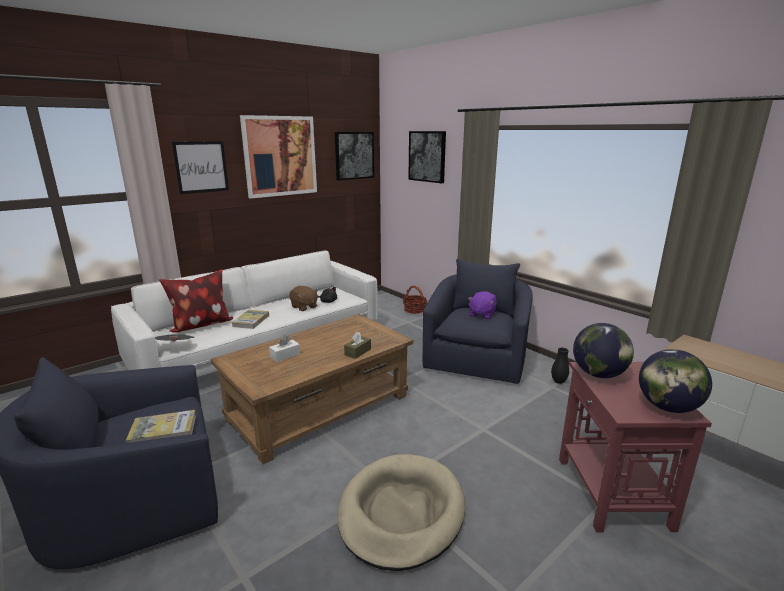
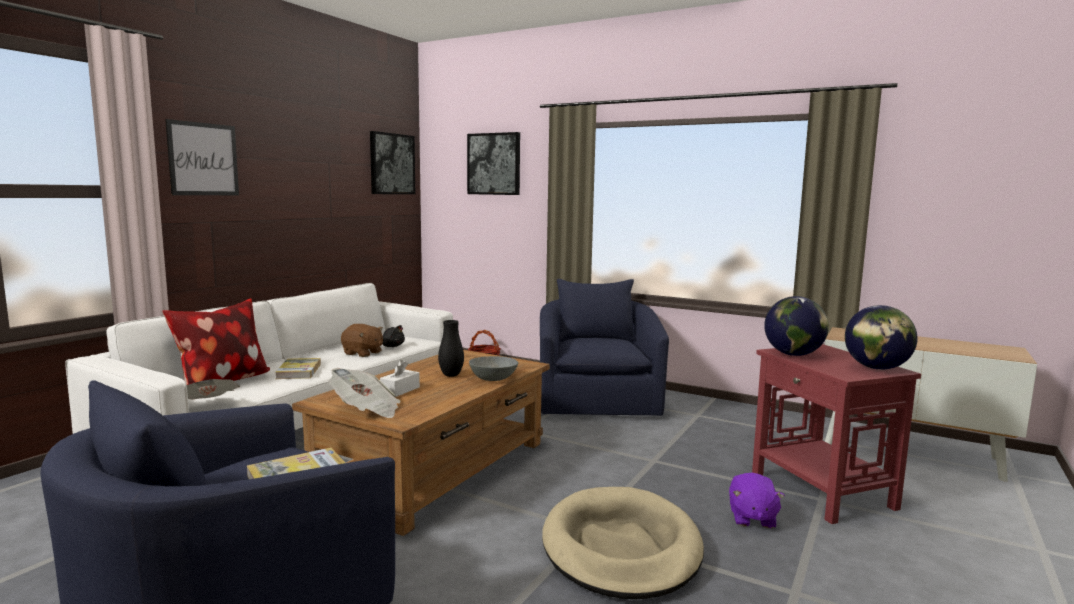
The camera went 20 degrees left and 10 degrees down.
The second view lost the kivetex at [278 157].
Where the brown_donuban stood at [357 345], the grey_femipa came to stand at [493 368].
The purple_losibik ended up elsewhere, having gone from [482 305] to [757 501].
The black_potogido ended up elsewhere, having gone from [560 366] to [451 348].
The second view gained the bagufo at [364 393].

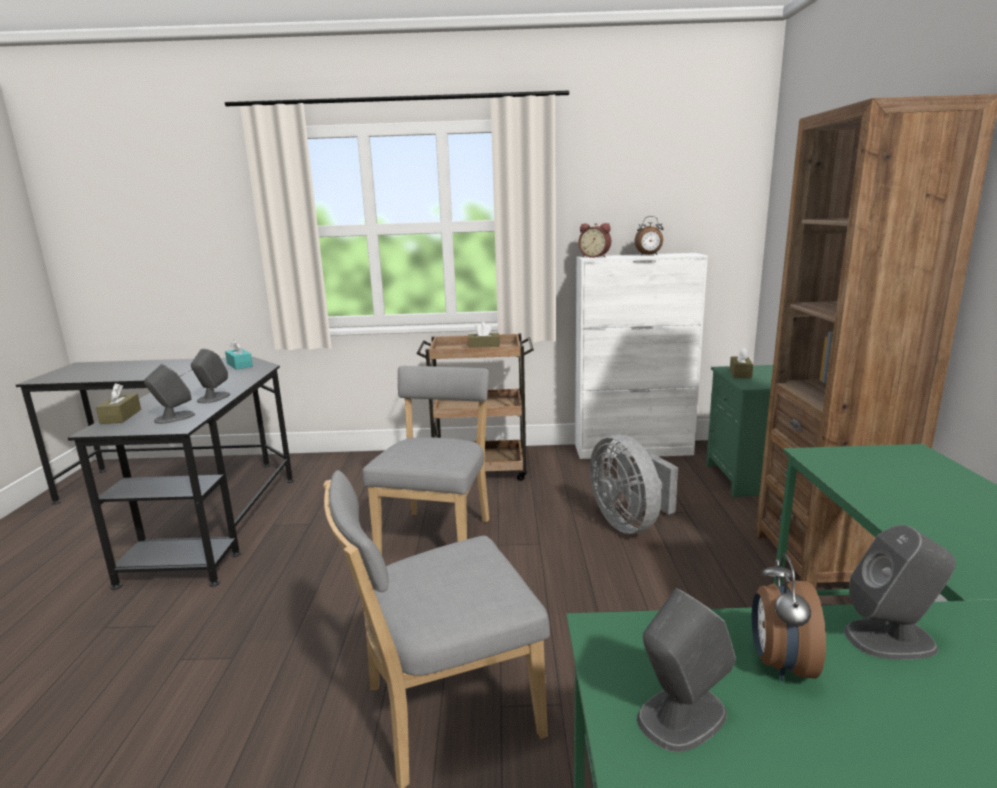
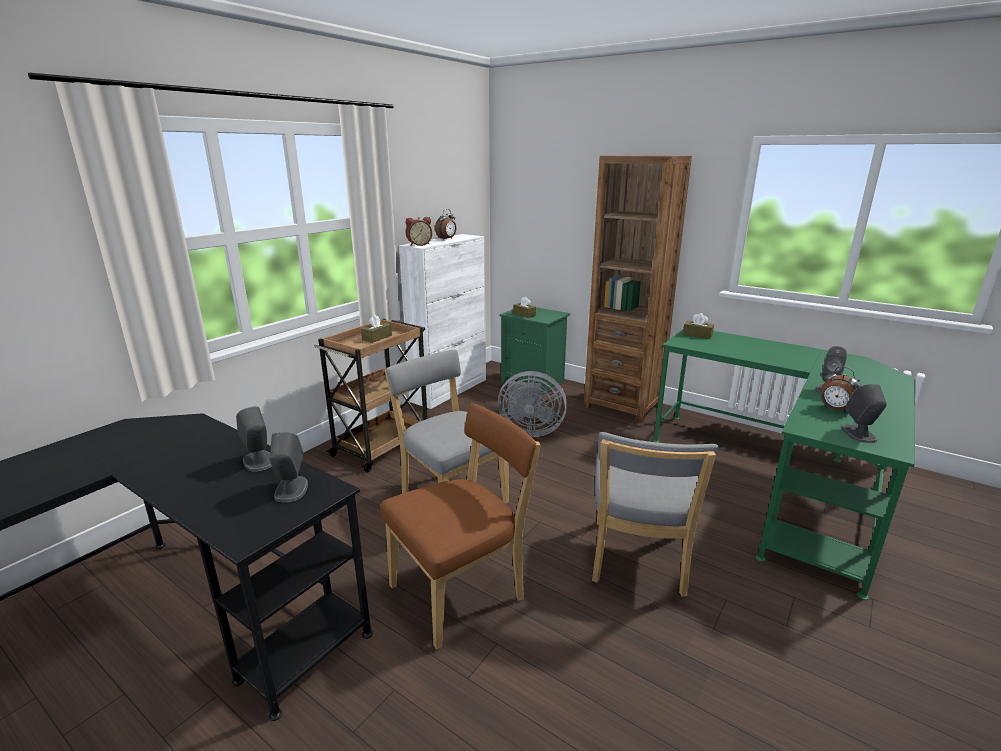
The camera went 55 degrees left and 5 degrees up.
The brown_donuban ended up elsewhere, having gone from [118 403] to [698 326].
The second view lost the turquoise_donuban at [239 355].
The second view gained the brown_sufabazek at [460 526].

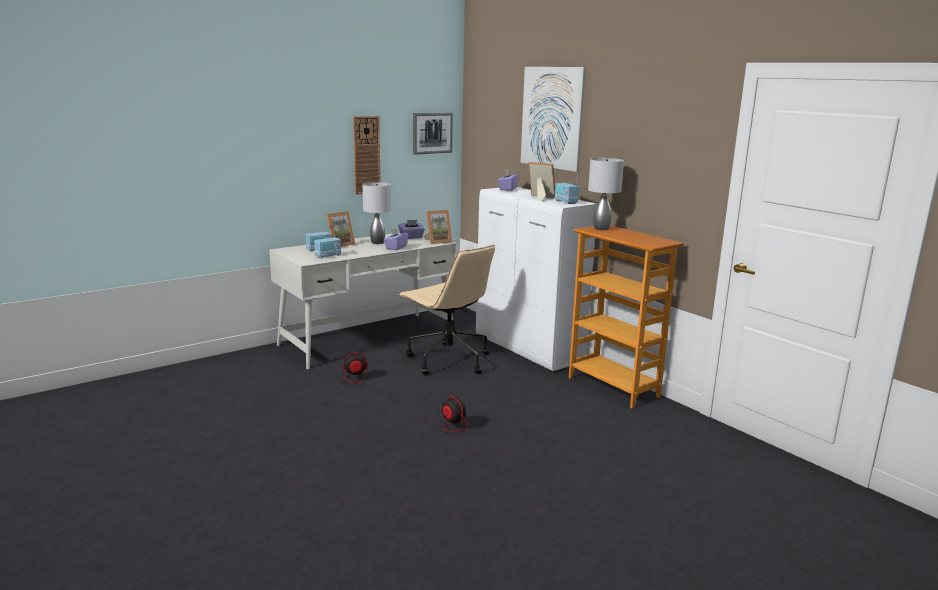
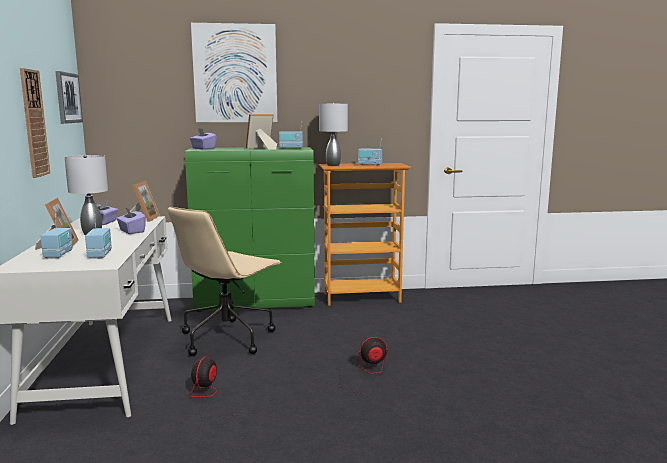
The camera went 60 degrees left and 5 degrees down.
The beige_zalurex at [446 310] ended up facing another way, 135 degrees clockwise from before.
What was the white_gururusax at [536 279] turned into the green_gururusax at [250 229].
The second view gained the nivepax at [370 152].

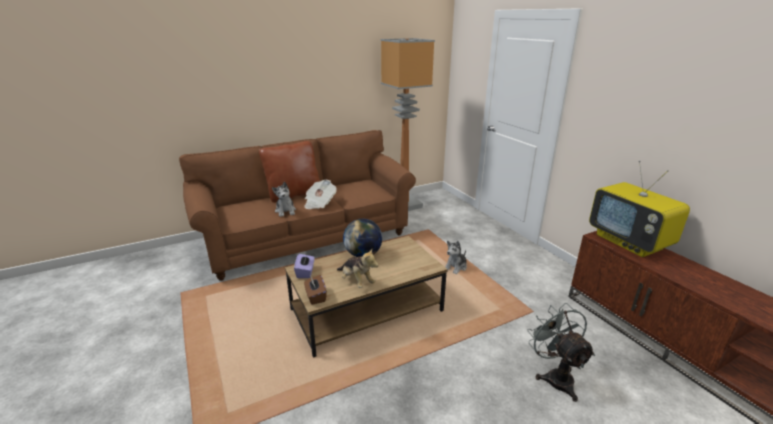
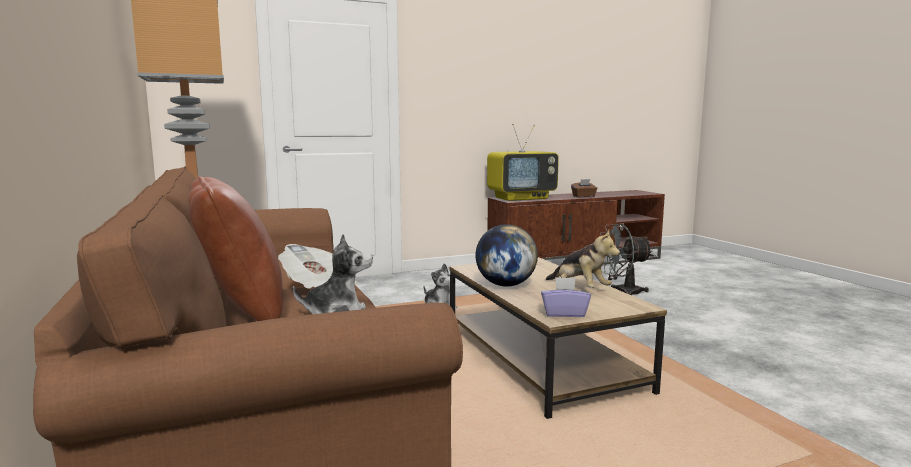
The camera went 85 degrees left and 15 degrees down.
The brown_donuban ended up elsewhere, having gone from [315 289] to [584 188].
The losibik at [358 268] ended up facing another way, 90 degrees clockwise from before.

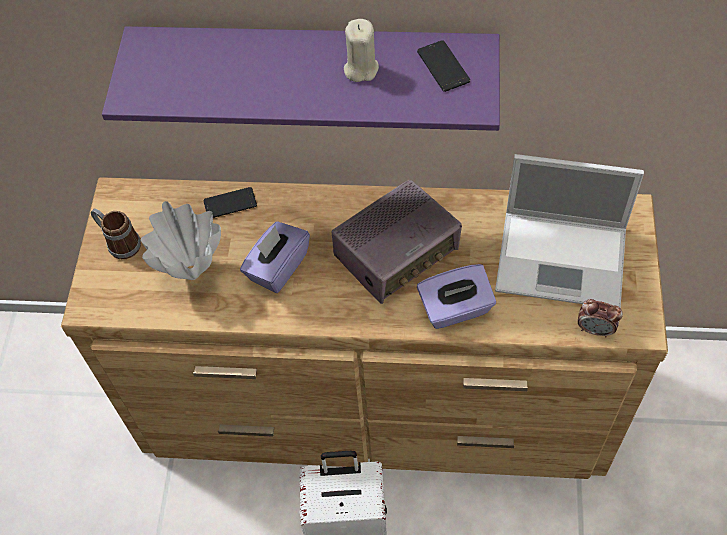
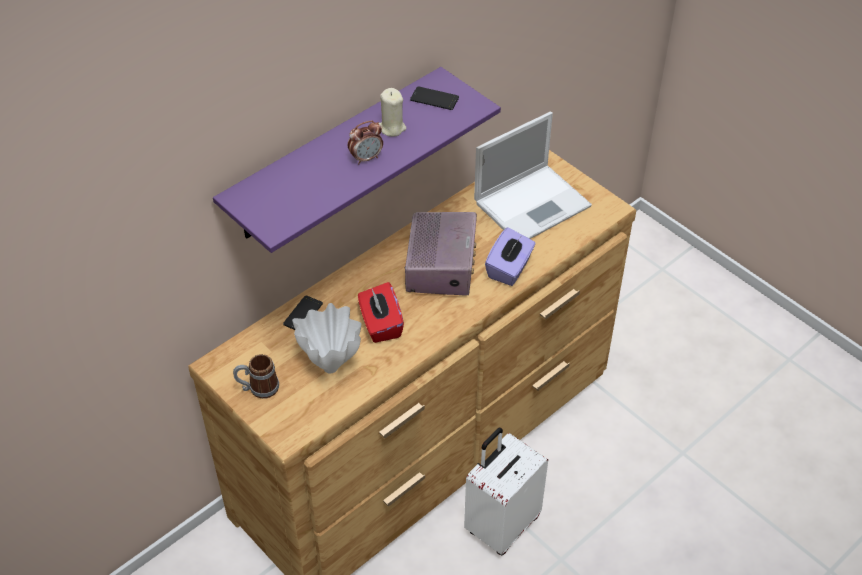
The camera went 50 degrees left and 10 degrees down.
What was the purple_donuban at [275 257] turned into the red_donuban at [381 312].
The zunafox ended up elsewhere, having gone from [600 318] to [365 143].

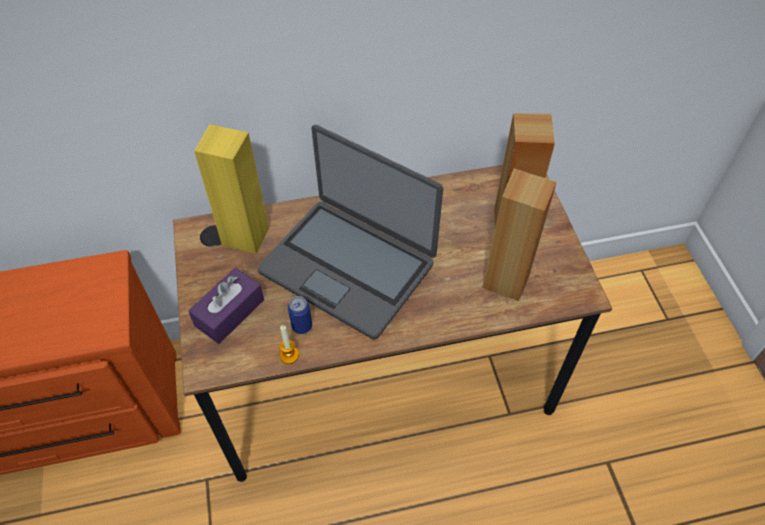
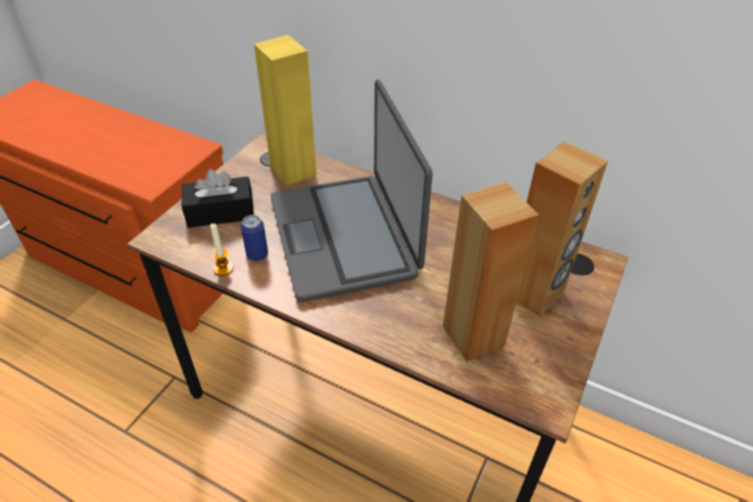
The camera went 40 degrees right and 10 degrees down.
What was the purple_donuban at [226 306] turned into the black_donuban at [217 198].

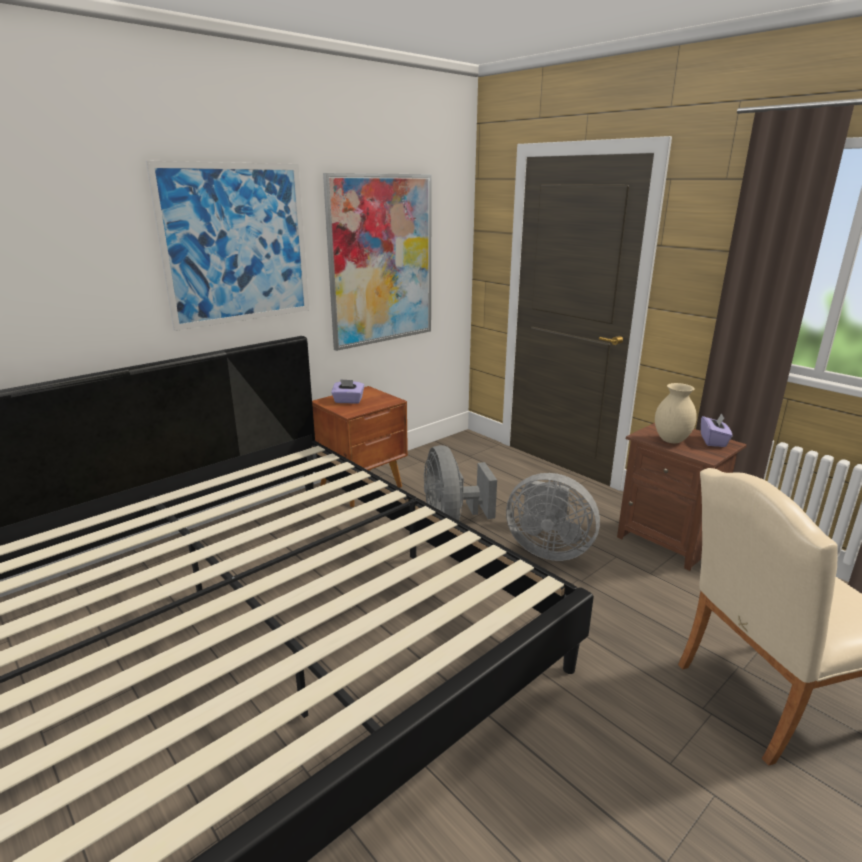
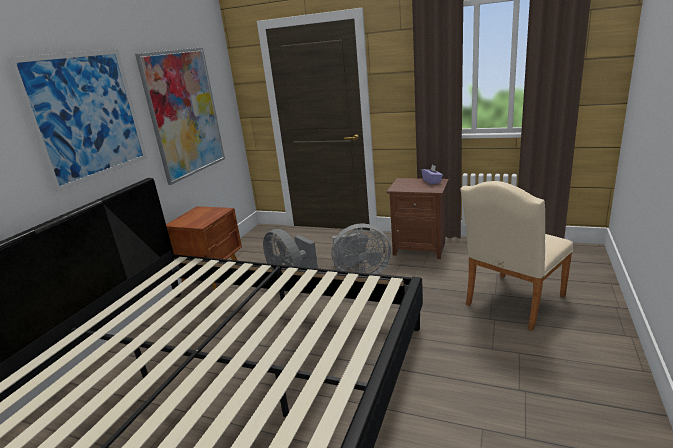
The camera went 25 degrees left and 0 degrees up.
The second view lost the purple_donuban at [347 391].
The second view lost the beige_potogido at [676 413].

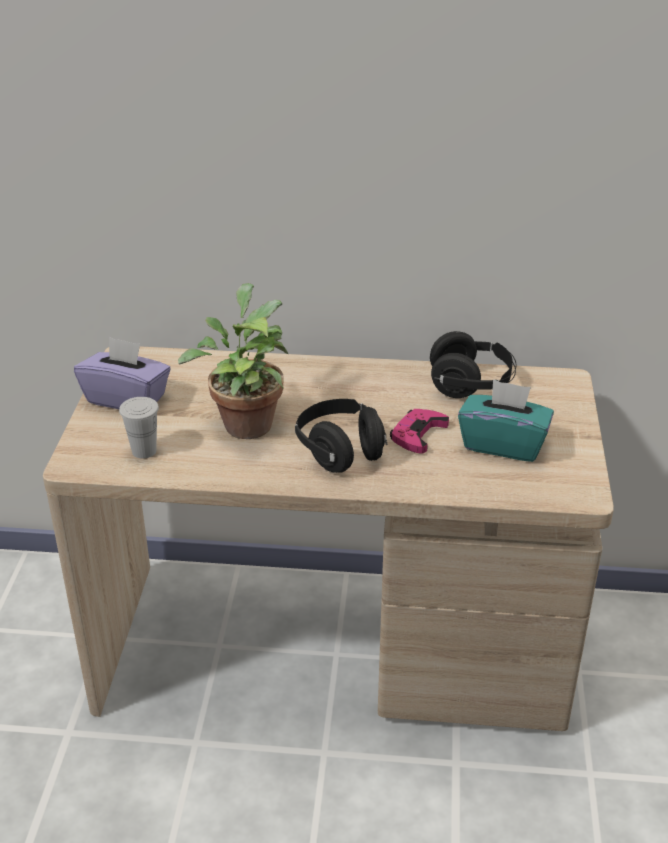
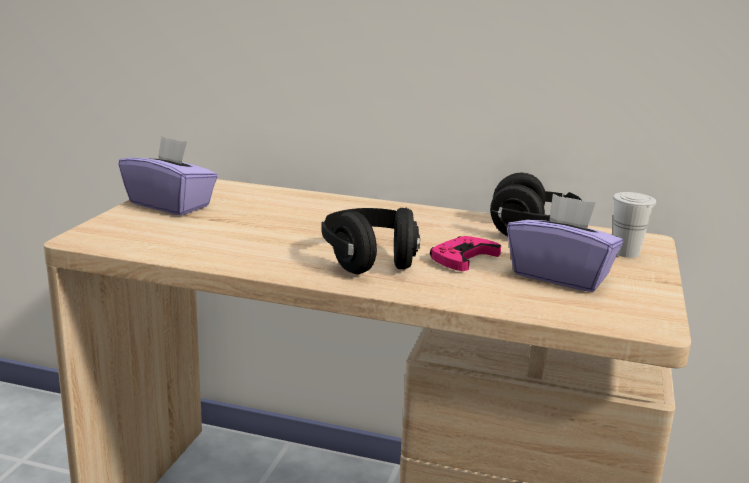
The camera went 10 degrees right and 15 degrees down.
The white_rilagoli ended up elsewhere, having gone from [139 428] to [634 225].
The second view lost the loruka at [233 361].
What was the turquoise_donuban at [506 420] turned into the purple_donuban at [565 243].

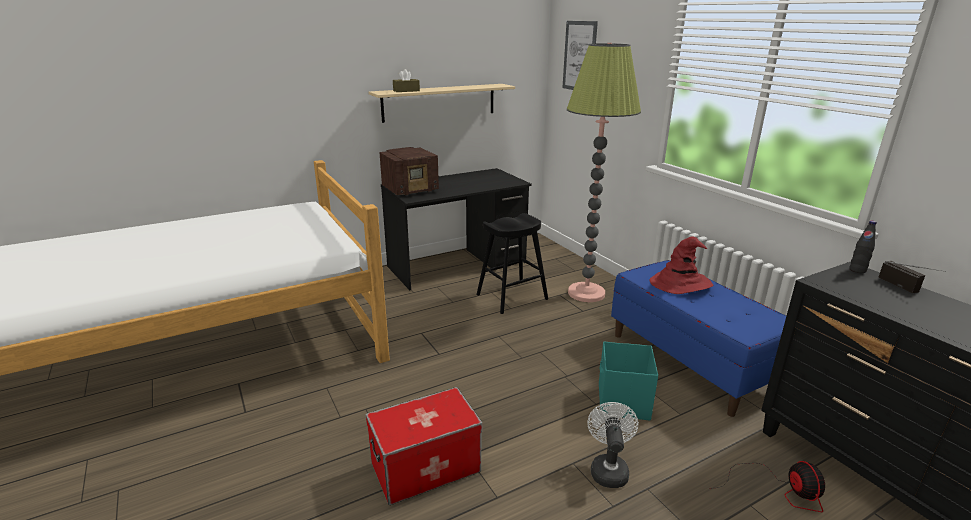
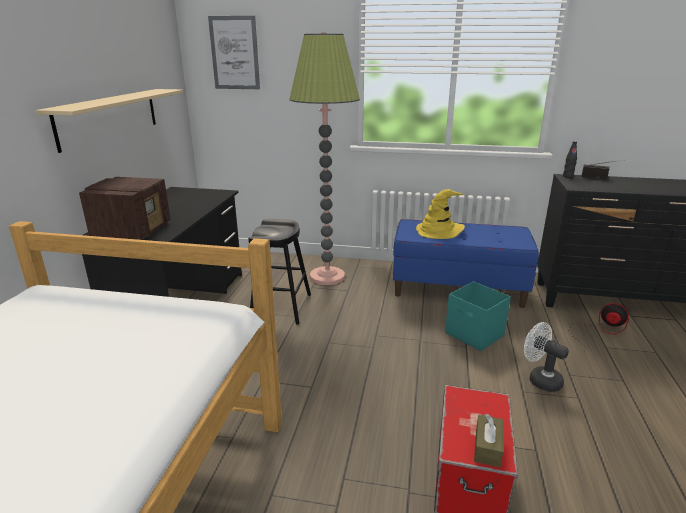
The camera went 50 degrees left and 0 degrees up.
The brown_donuban ended up elsewhere, having gone from [406 80] to [488 440].
What was the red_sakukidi at [681 265] turned into the yellow_sakukidi at [440 214].

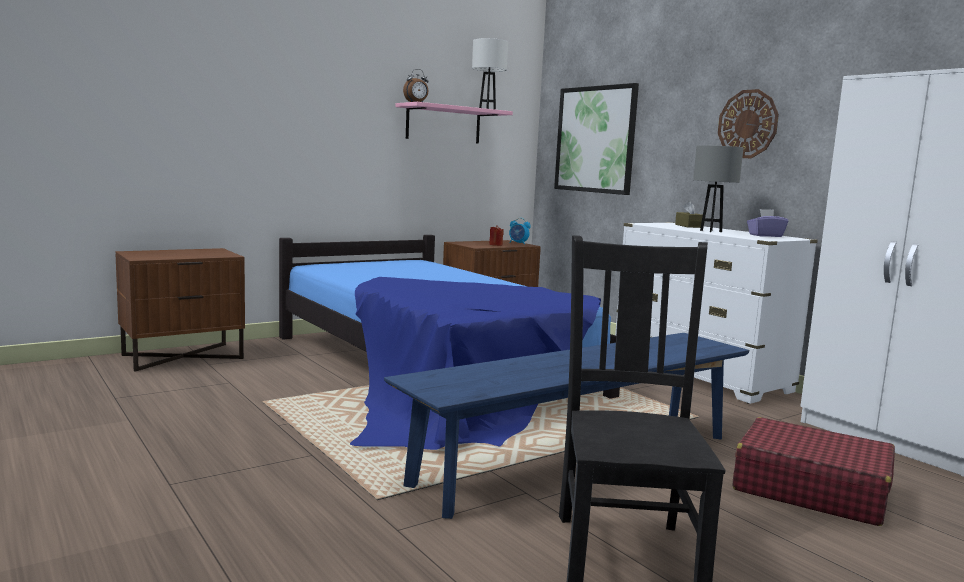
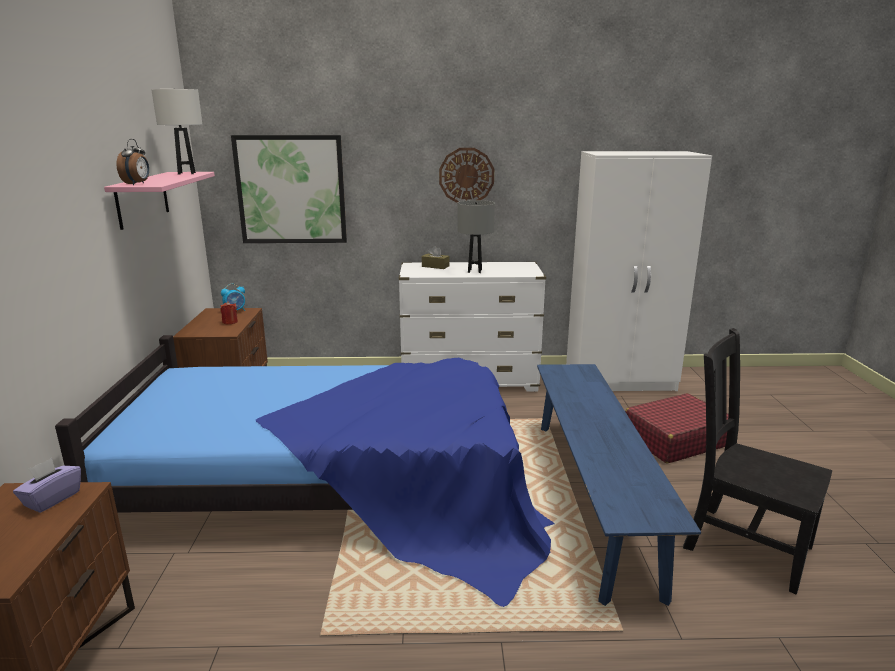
The camera went 55 degrees left and 10 degrees up.
The purple_donuban ended up elsewhere, having gone from [767 223] to [47 485].

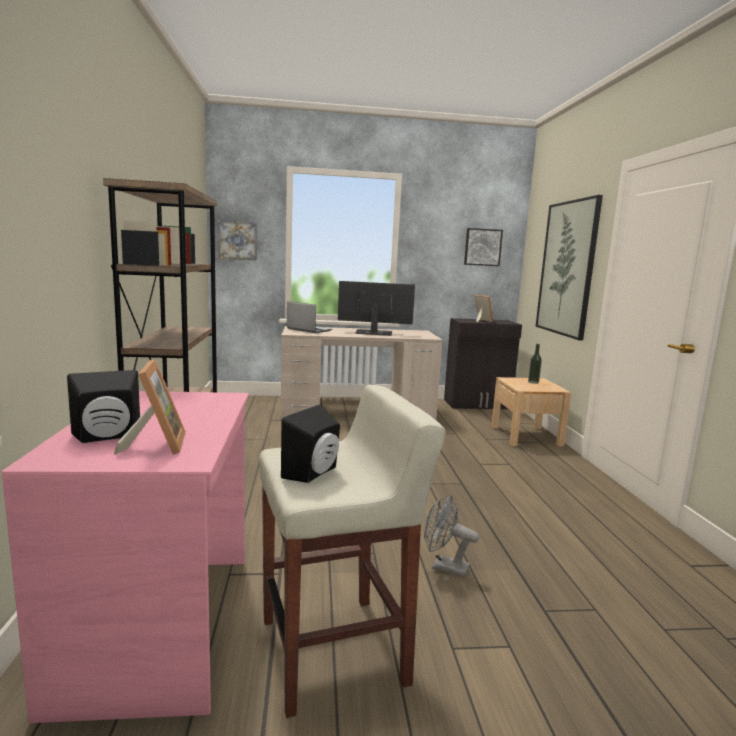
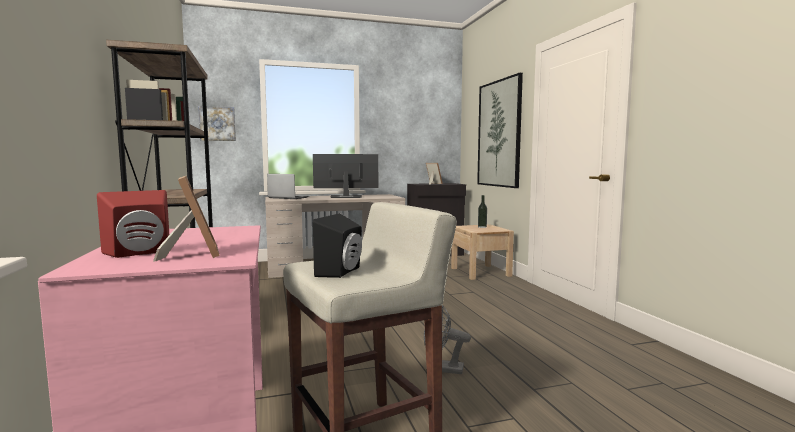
The camera went 10 degrees left and 5 degrees down.
What was the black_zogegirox at [103 406] turned into the red_zogegirox at [133 224].
The second view lost the kivetex at [483 247].

